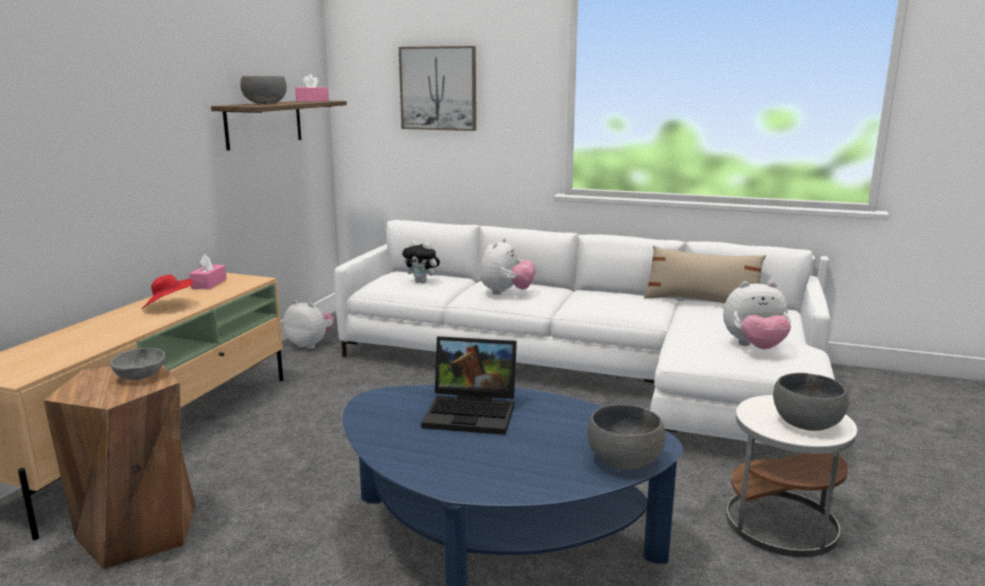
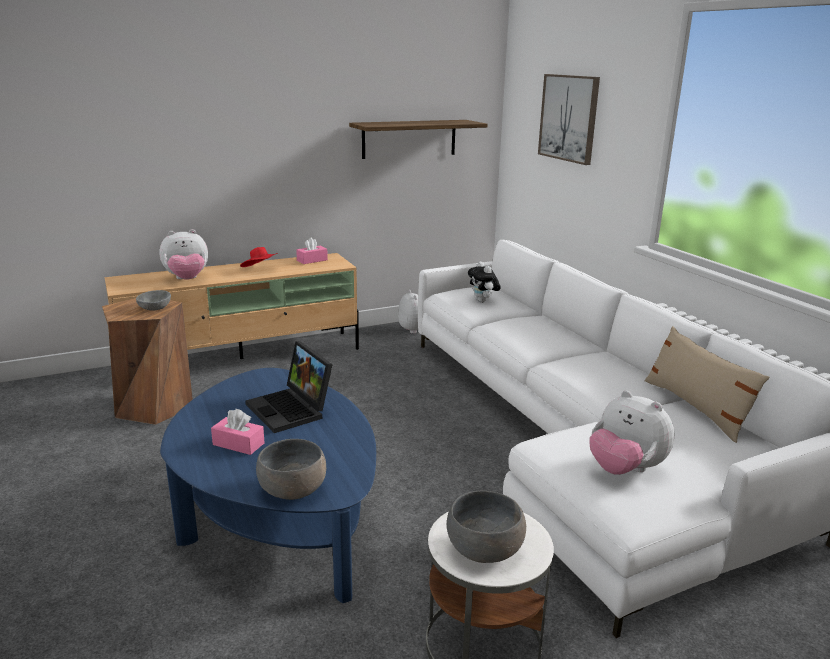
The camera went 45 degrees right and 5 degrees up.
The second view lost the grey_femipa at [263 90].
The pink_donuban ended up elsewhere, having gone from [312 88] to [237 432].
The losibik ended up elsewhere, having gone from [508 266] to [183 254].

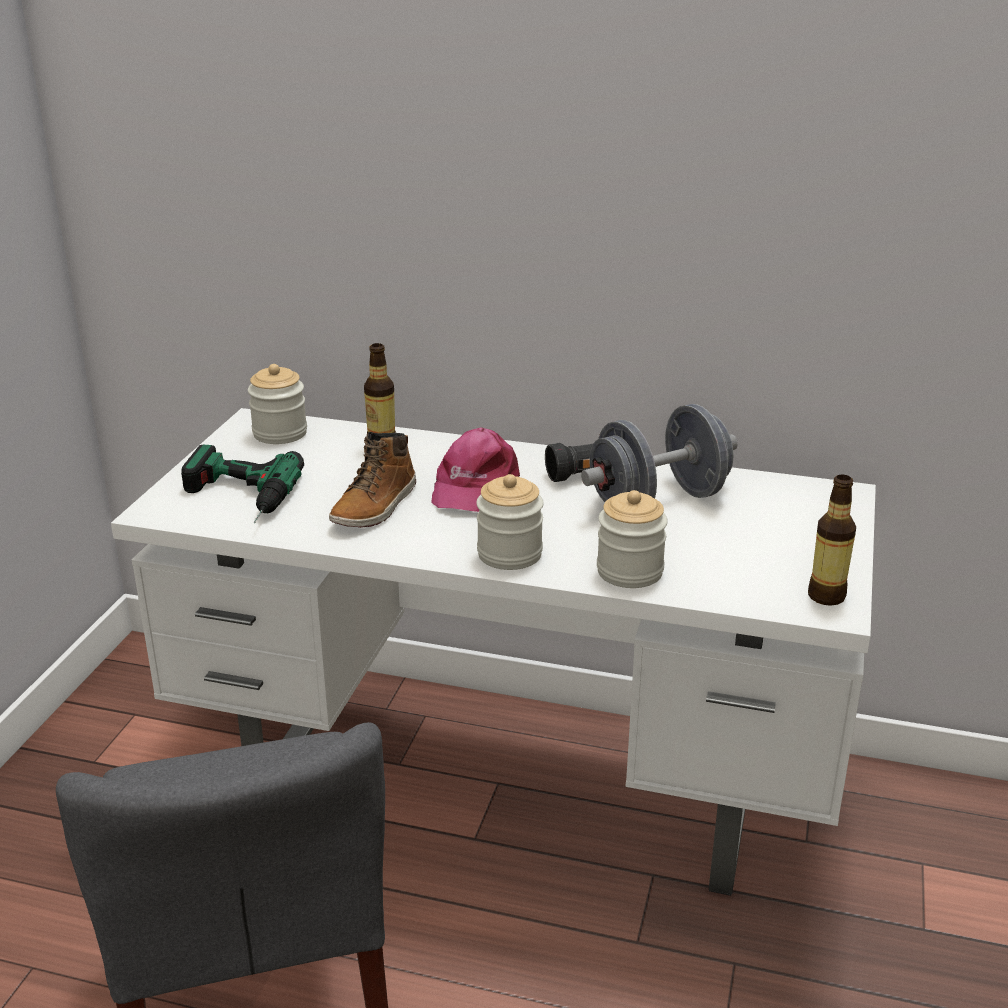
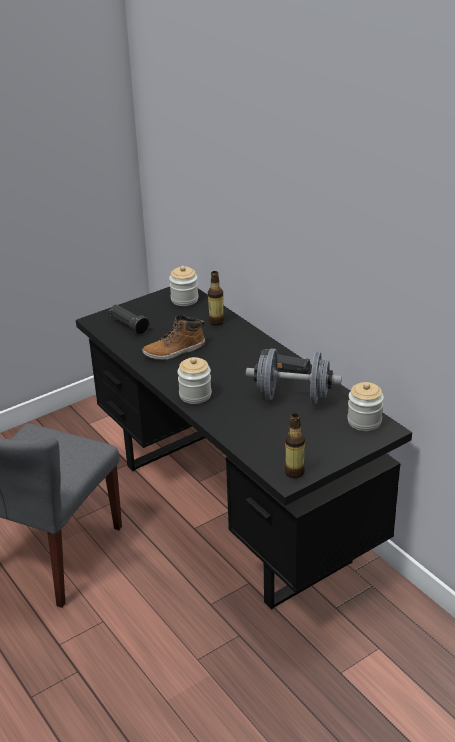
The camera went 40 degrees right and 5 degrees up.
What was the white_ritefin at [493 652] turned into the black_ritefin at [244 448].
Where the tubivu stood at [242 484], the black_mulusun came to stand at [129 319].
The second view lost the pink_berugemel at [475 469].
The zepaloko ended up elsewhere, having gone from [632 539] to [365 406].

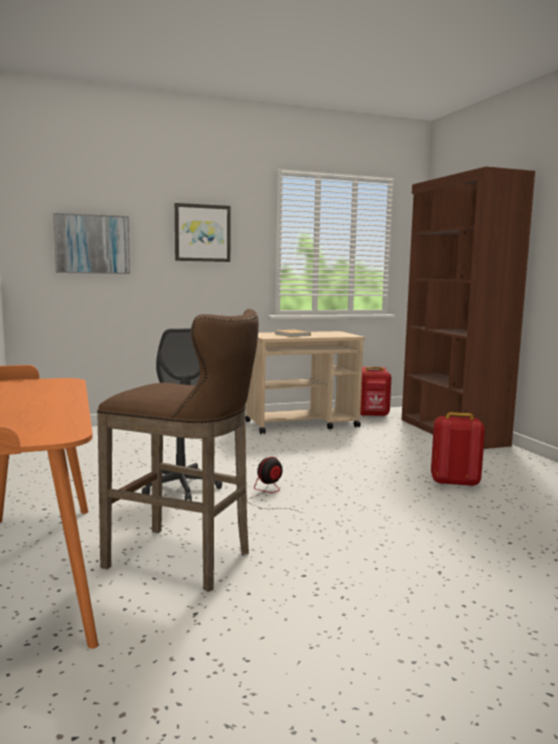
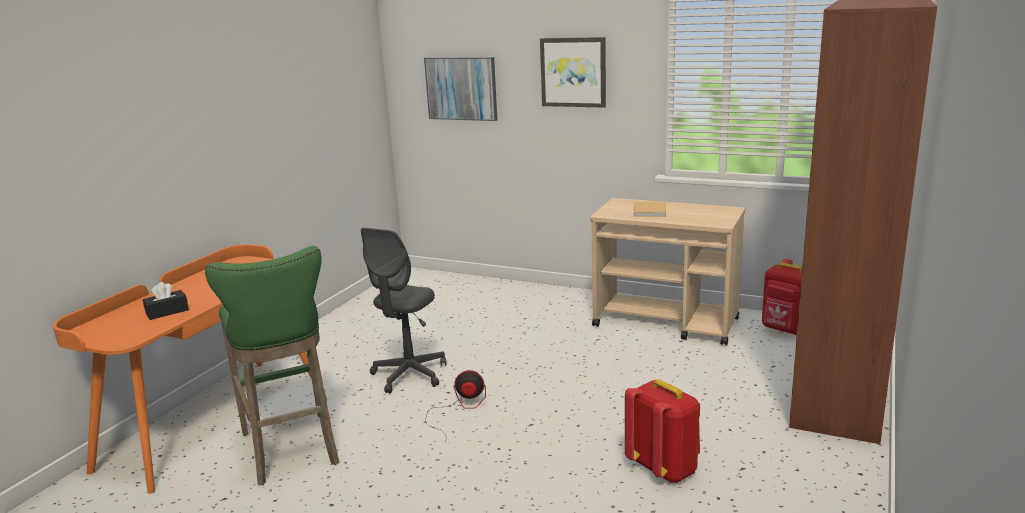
The camera went 45 degrees right and 10 degrees up.
What was the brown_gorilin at [178 450] turned into the green_gorilin at [272 365].
The second view gained the black_donuban at [166 301].

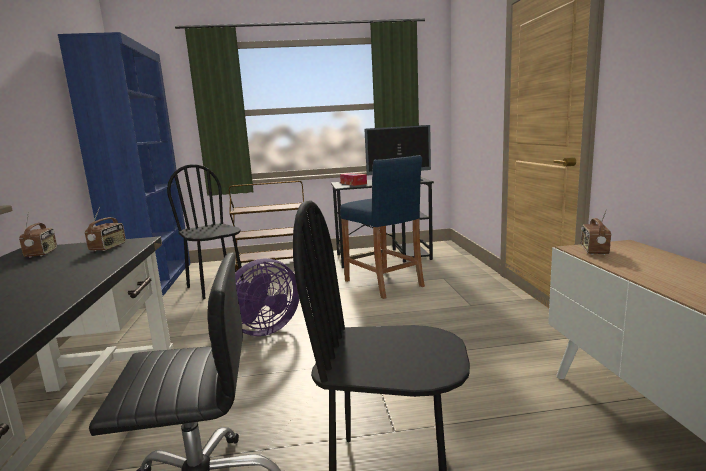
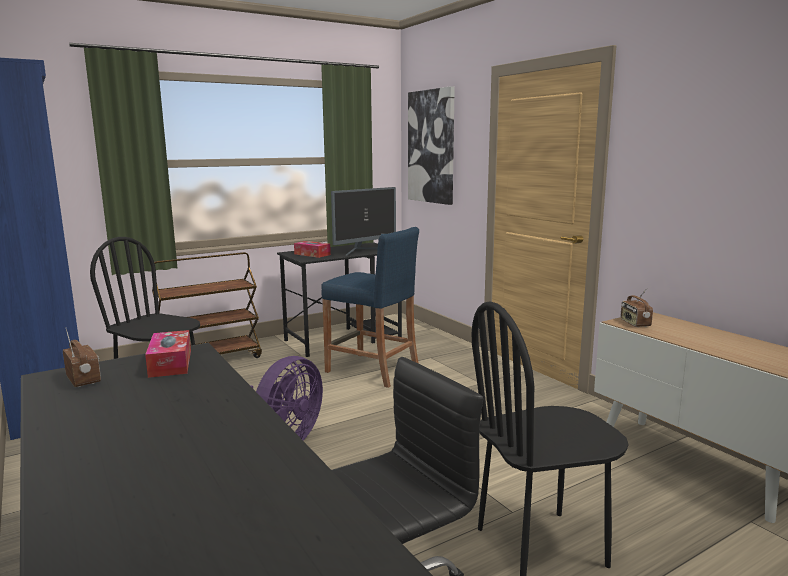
The camera went 25 degrees left and 0 degrees up.
Where the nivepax stood at [105 228], the donuban came to stand at [168 354].
The second view gained the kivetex at [431 145].

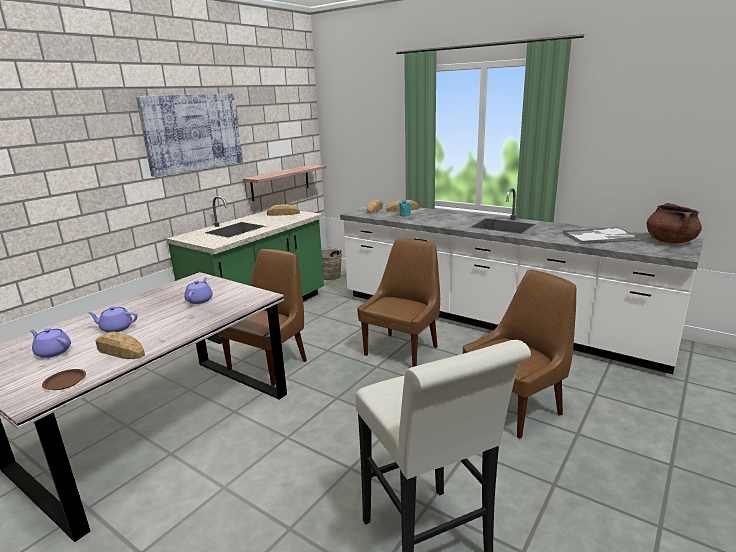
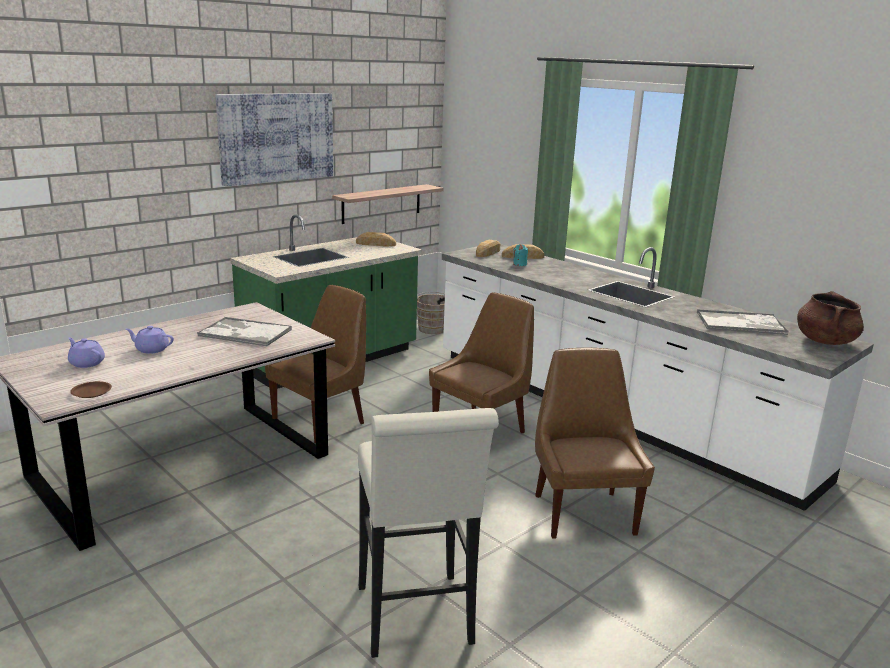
The camera went 10 degrees right and 0 degrees up.
The second view lost the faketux at [120 345].
Where the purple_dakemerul stood at [198 290], the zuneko came to stand at [244 332].
The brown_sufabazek at [519 354] ended up facing another way, 75 degrees counterclockwise from before.

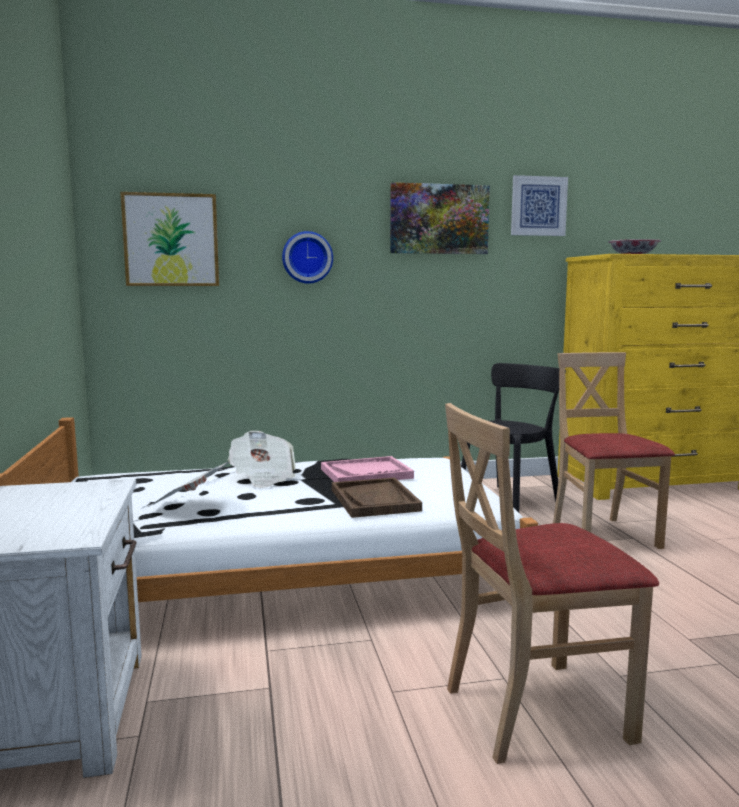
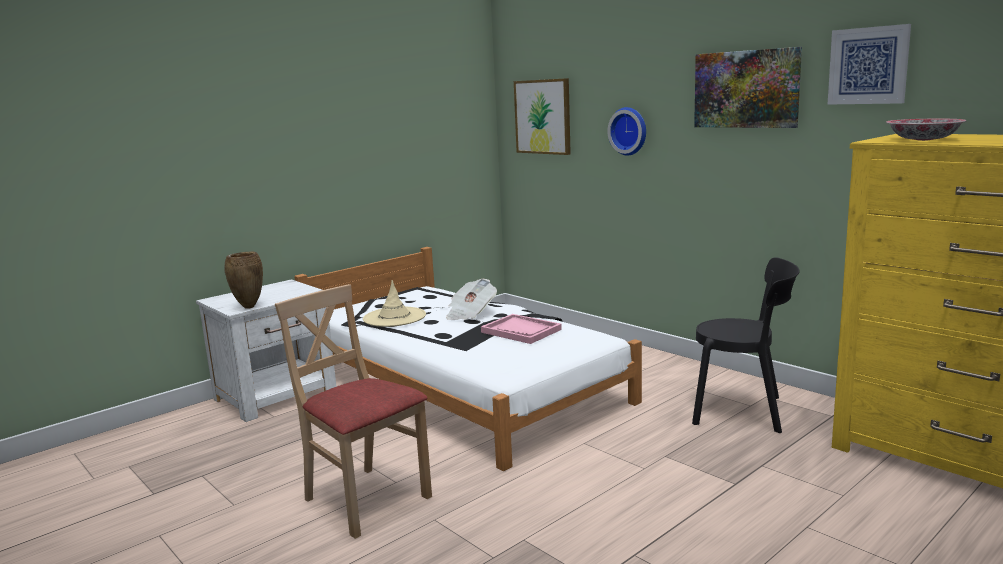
The camera went 60 degrees right and 5 degrees up.
Where the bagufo stood at [188 484], the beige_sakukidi came to stand at [394 303].
The second view lost the brown_zuneko at [377 498].
The second view lost the beige_sufabazek at [614 450].
The second view gained the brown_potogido at [243 280].

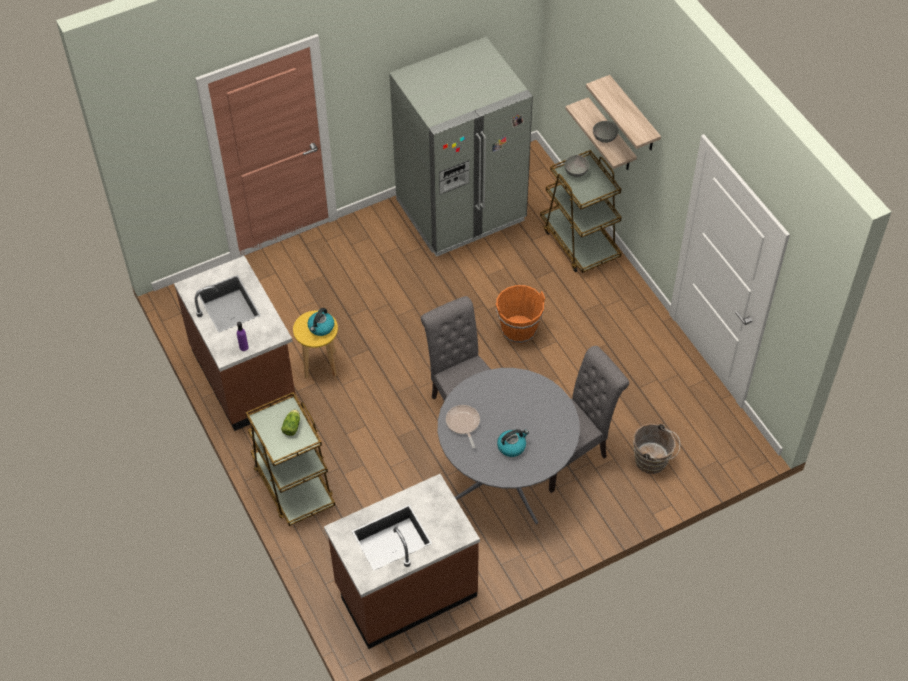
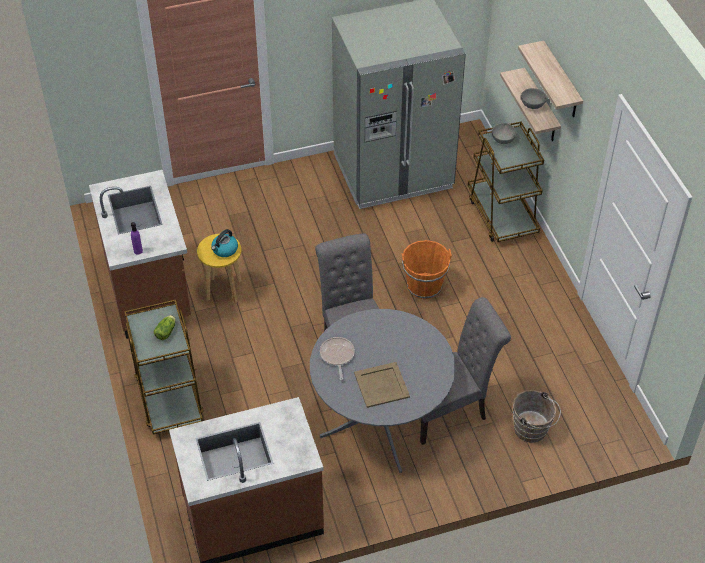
The camera went 10 degrees right and 5 degrees down.
Where the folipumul stood at [513 443], the beige_zuneko came to stand at [382 385].

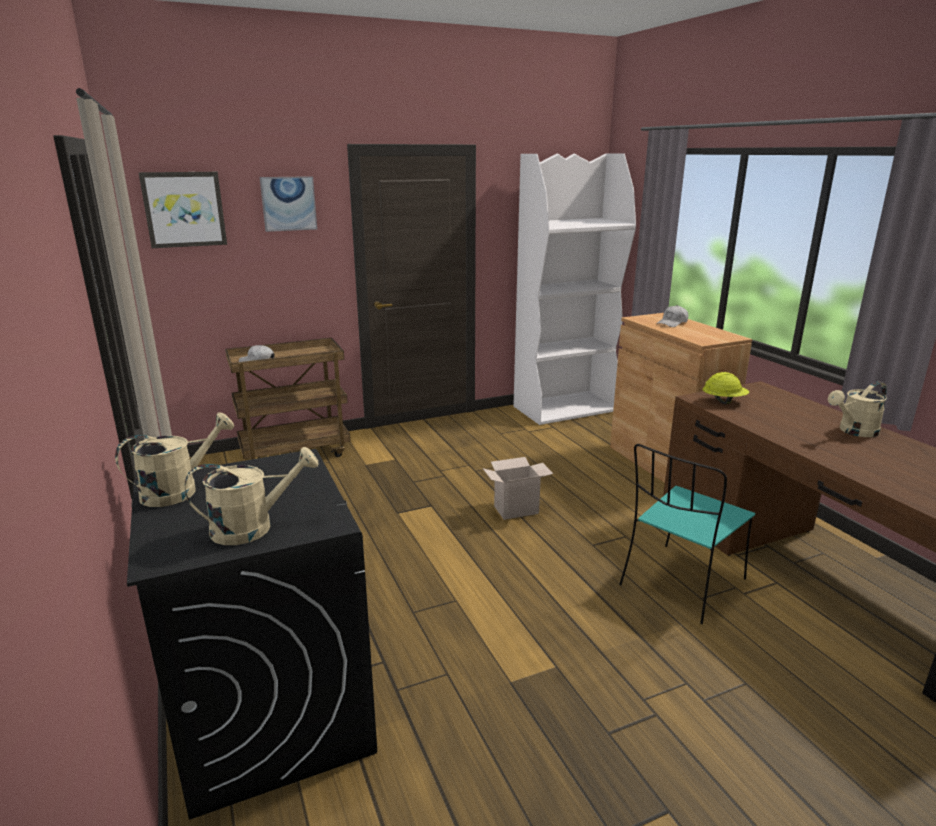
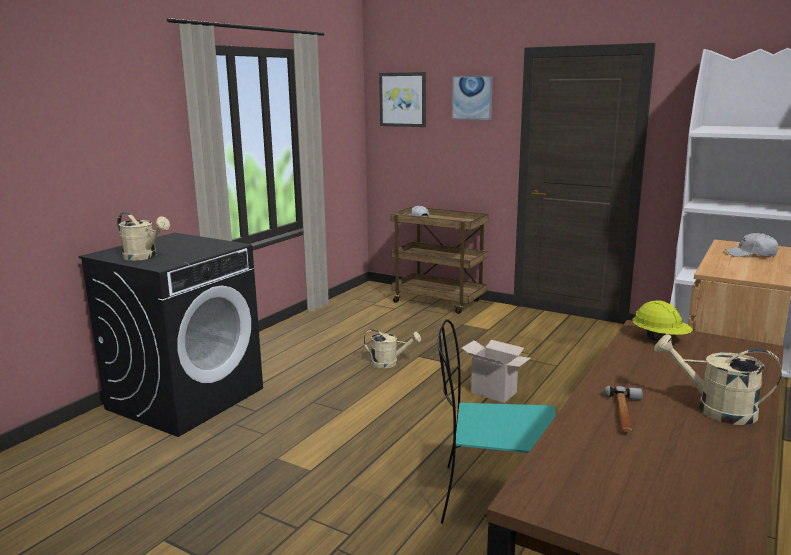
The camera went 55 degrees right and 5 degrees down.
The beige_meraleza ended up elsewhere, having gone from [174 459] to [392 348].
The second view gained the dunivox at [623 409].

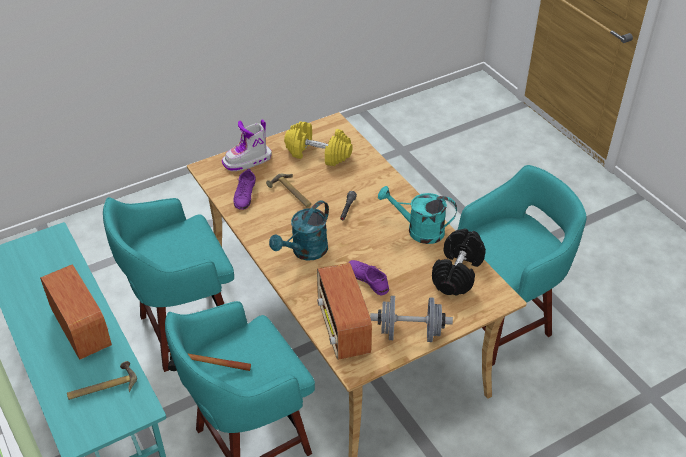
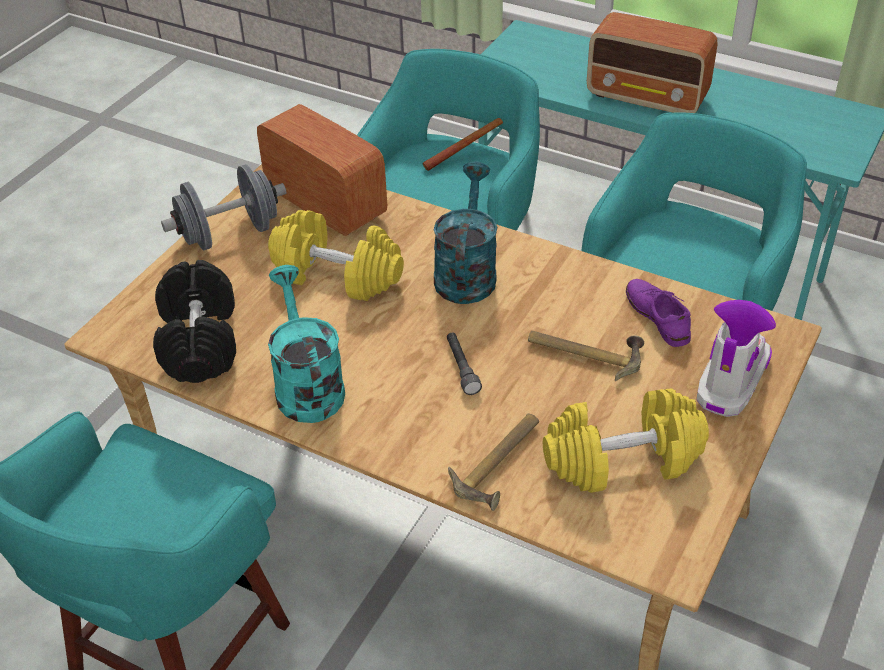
The camera went 150 degrees right and 0 degrees up.
The dunivox ended up elsewhere, having gone from [102 380] to [493 462].
Where the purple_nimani stood at [368 277], the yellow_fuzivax came to stand at [336 255].
The turquoise_meraleza at [417 215] ended up facing another way, 90 degrees counterclockwise from before.

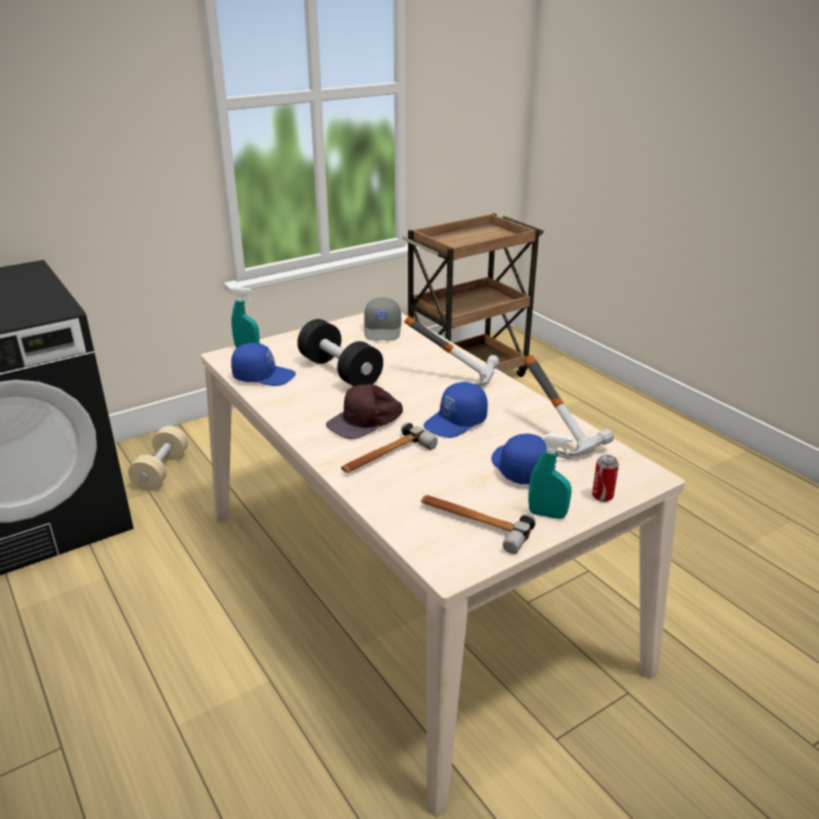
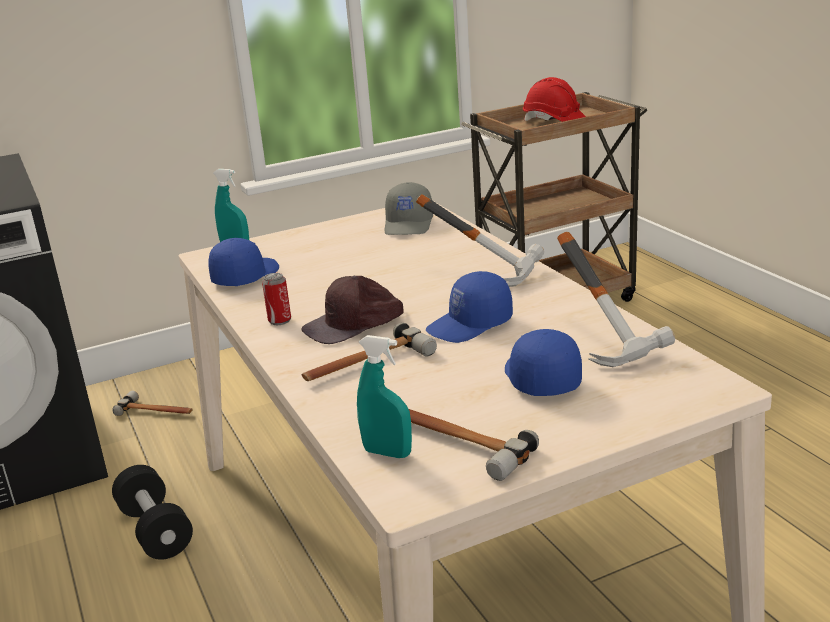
The camera went 10 degrees right and 5 degrees down.
Where the beige_fuzivax stood at [158 458], the dunivox came to stand at [152 403].
The blue_berugemel at [263 364] ended up facing another way, 75 degrees counterclockwise from before.
The black_fuzivax ended up elsewhere, having gone from [340 352] to [152 512].
The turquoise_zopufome ended up elsewhere, having gone from [550 476] to [384 396].
The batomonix ended up elsewhere, having gone from [605 478] to [276 299].
The second view gained the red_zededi at [554 99].

